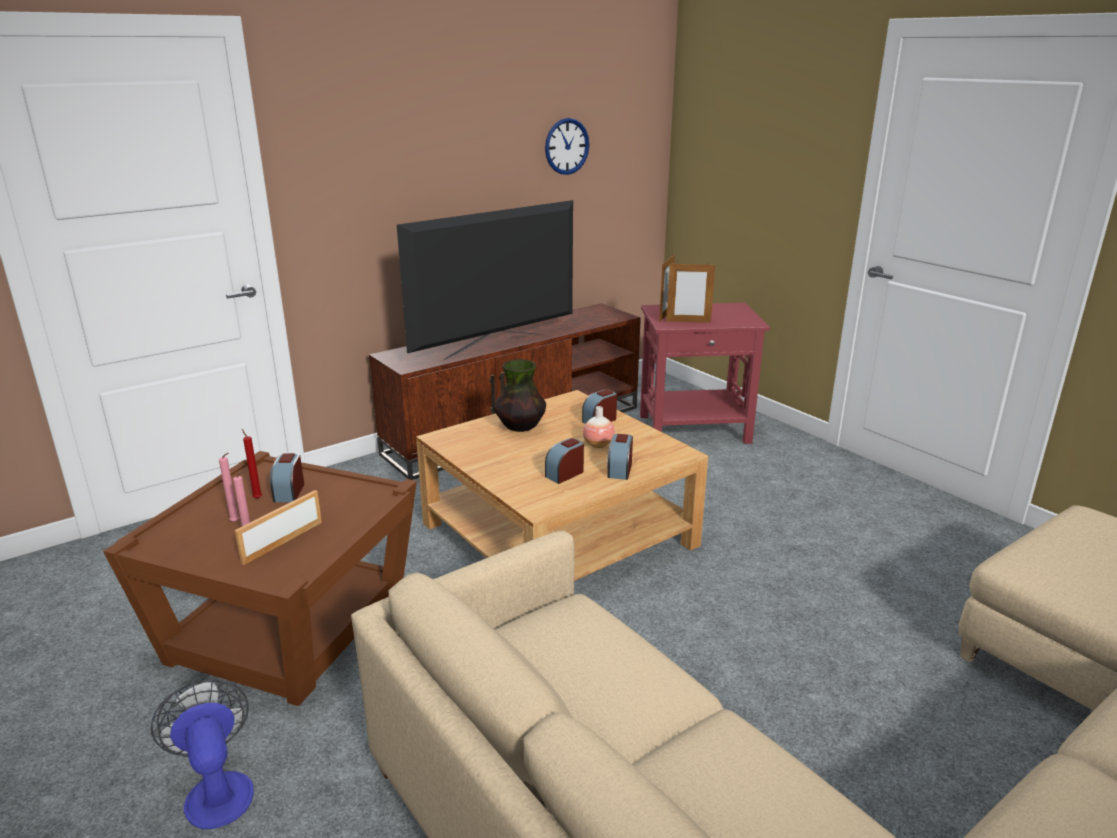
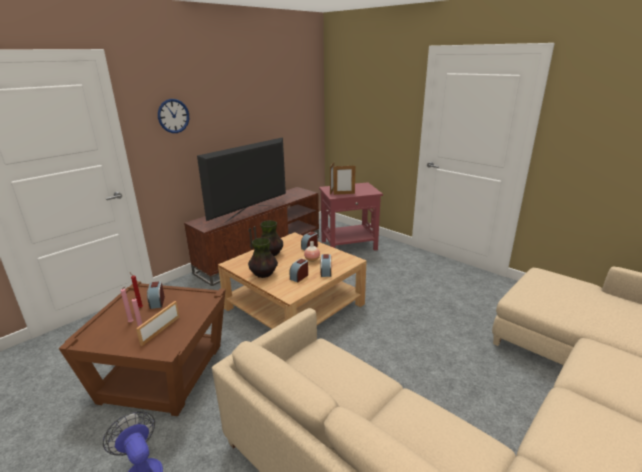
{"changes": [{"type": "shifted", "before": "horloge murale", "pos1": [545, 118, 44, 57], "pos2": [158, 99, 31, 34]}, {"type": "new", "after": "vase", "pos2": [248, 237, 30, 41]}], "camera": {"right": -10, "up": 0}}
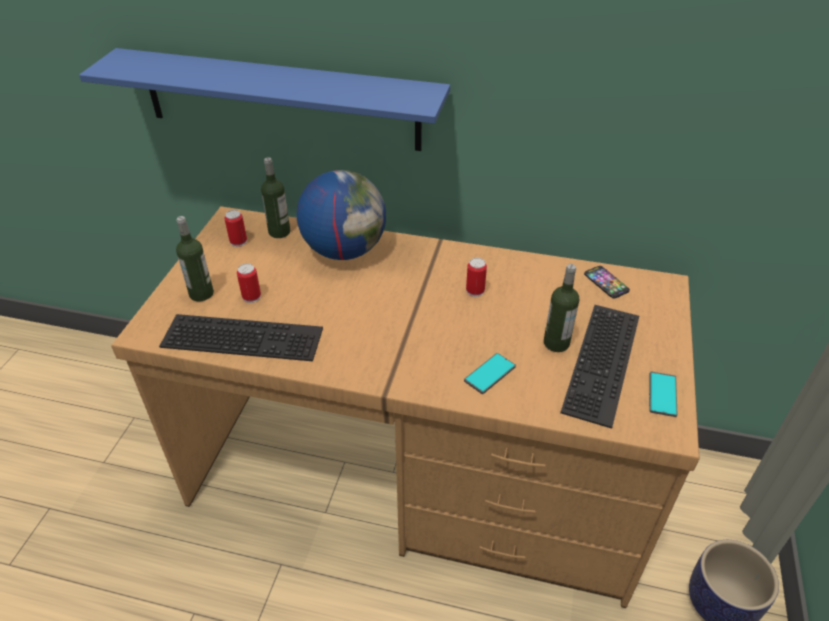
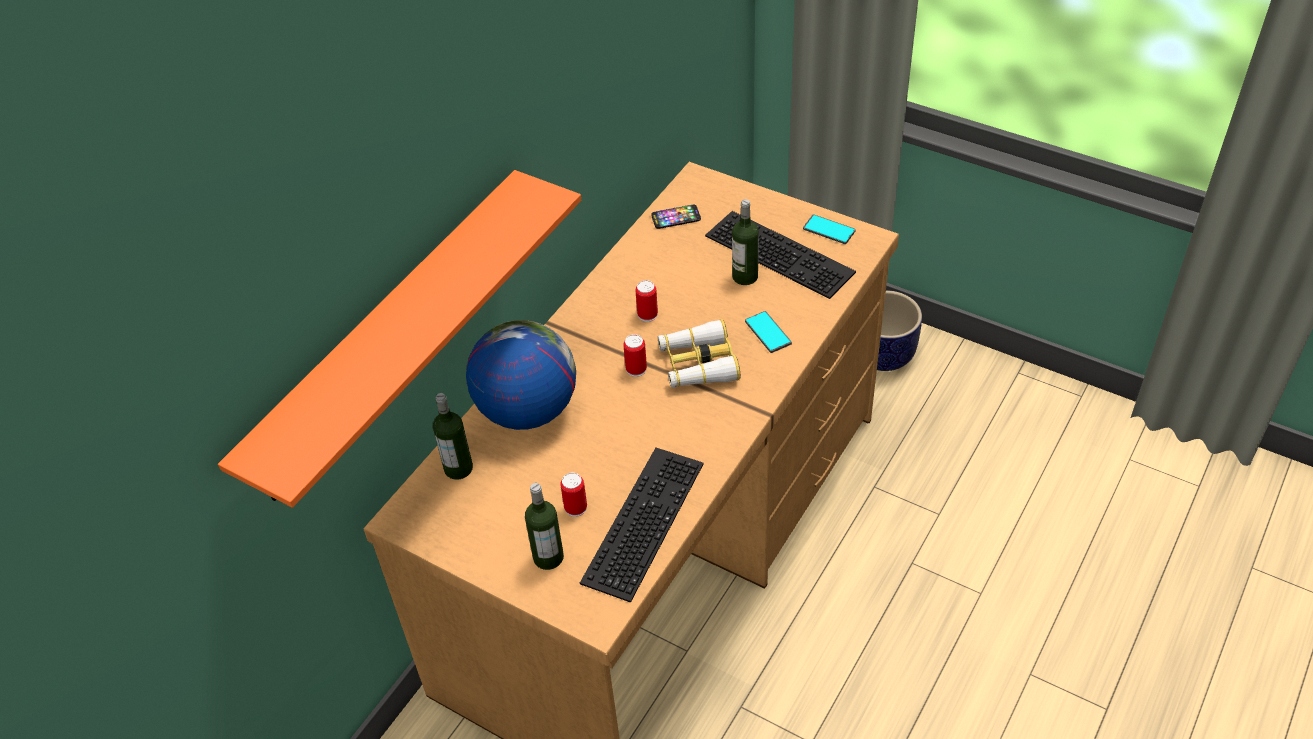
{"changes": [{"type": "repainted", "before": "étagère [bleu]", "after": "étagère [orange]", "pos1": [79, 48, 371, 103], "pos2": [218, 170, 363, 338]}, {"type": "shifted", "before": "boîte métallique", "pos1": [225, 210, 22, 37], "pos2": [623, 334, 24, 43]}, {"type": "new", "after": "jumelles", "pos2": [658, 319, 82, 69]}], "camera": {"right": -70, "up": 5}}
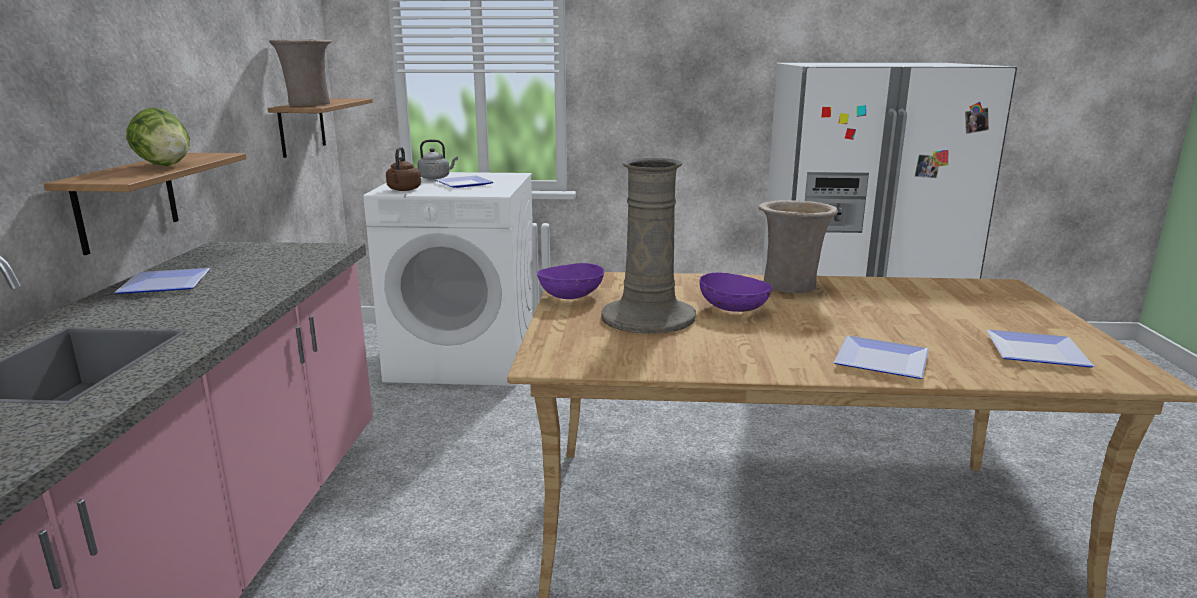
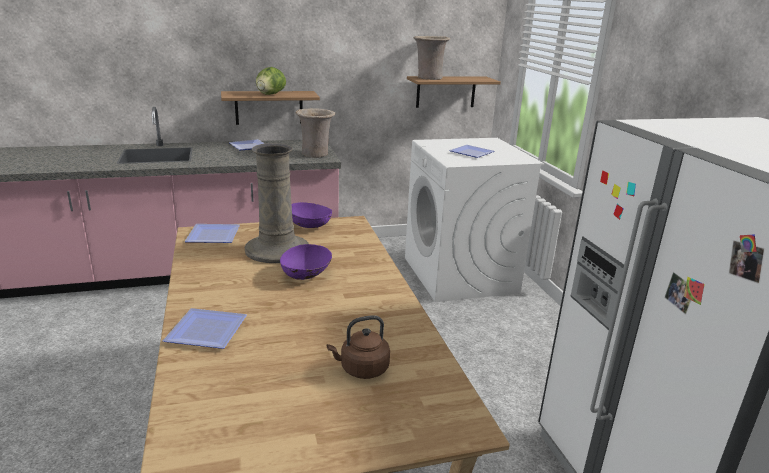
{"changes": [{"type": "gone", "before": "bouilloire [gris]", "pos1": [417, 140, 41, 40]}, {"type": "shifted", "before": "bouilloire [marron]", "pos1": [386, 147, 35, 44], "pos2": [327, 315, 63, 64]}, {"type": "shifted", "before": "vase [beige]", "pos1": [758, 200, 80, 93], "pos2": [296, 108, 39, 50]}, {"type": "shifted", "before": "assiette", "pos1": [986, 330, 108, 38], "pos2": [184, 224, 56, 19]}], "camera": {"right": 70, "up": 5}}
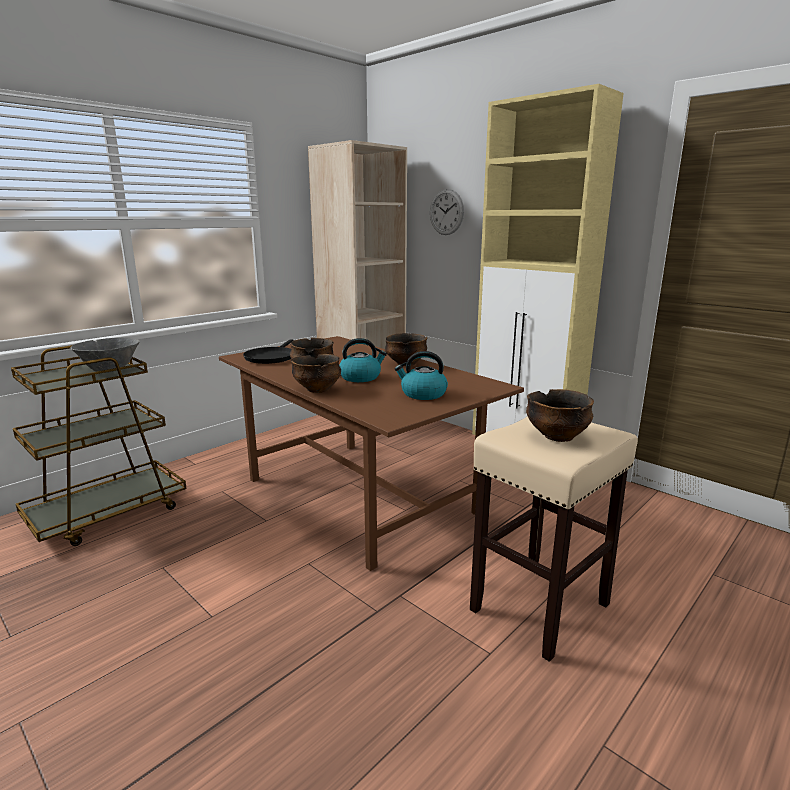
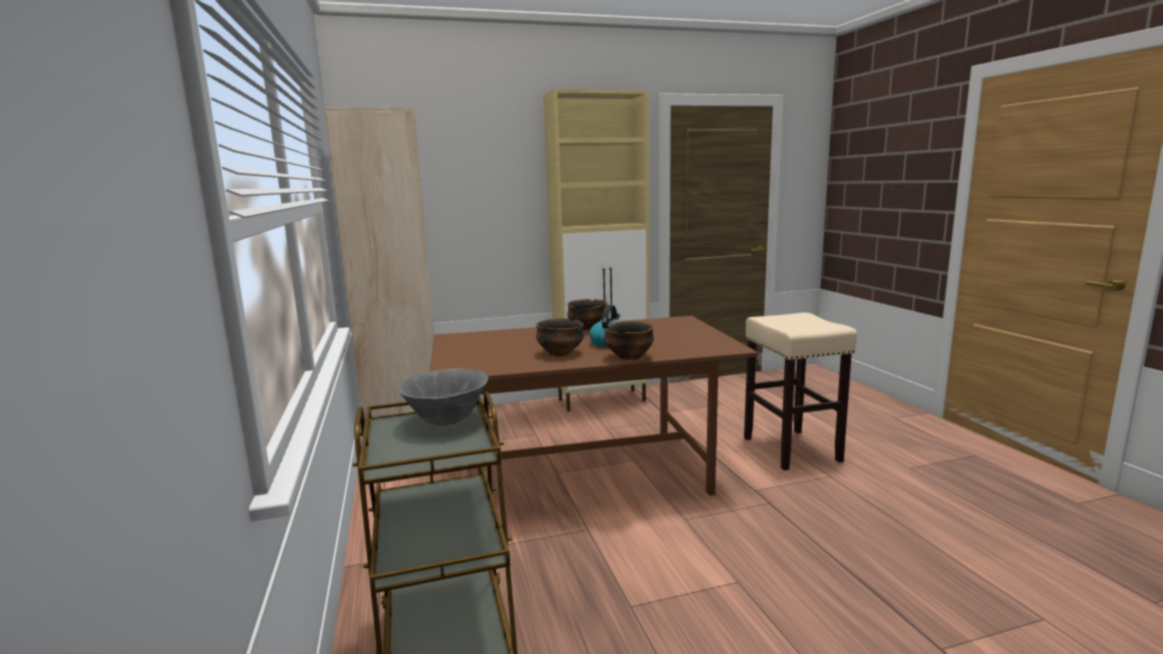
{"changes": [{"type": "gone", "before": "horloge murale", "pos1": [430, 189, 34, 46]}, {"type": "gone", "before": "poêle [noir]", "pos1": [243, 340, 51, 24]}, {"type": "gone", "before": "bouilloire", "pos1": [394, 351, 54, 49]}, {"type": "gone", "before": "bol", "pos1": [526, 389, 68, 53]}], "camera": {"right": -60, "up": -5}}
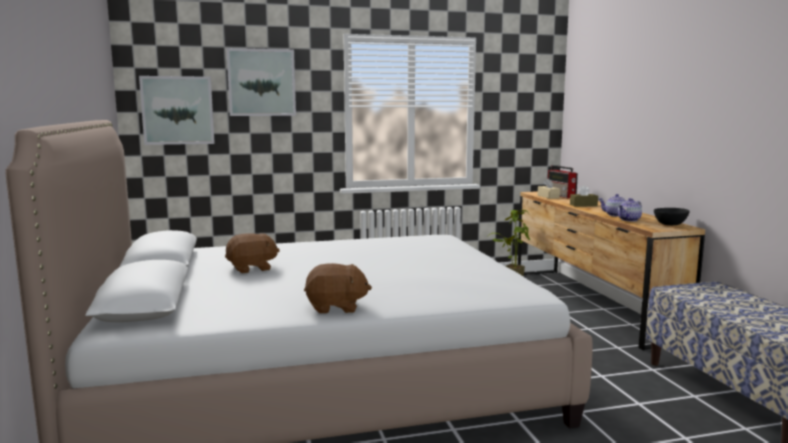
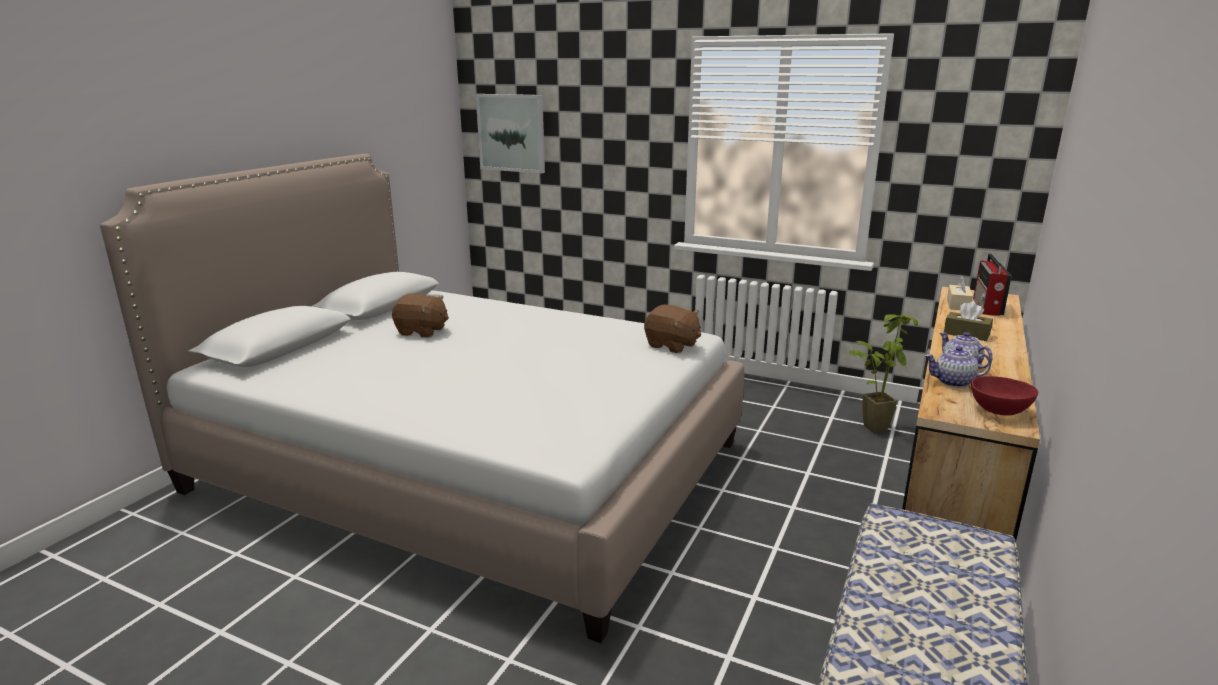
{"changes": [{"type": "gone", "before": "tableau", "pos1": [226, 48, 70, 68]}, {"type": "repainted", "before": "bol [noir]", "after": "bol [rouge]", "pos1": [654, 208, 36, 17], "pos2": [971, 376, 67, 40]}, {"type": "shifted", "before": "peluche [marron]", "pos1": [304, 263, 68, 51], "pos2": [644, 305, 57, 48]}], "camera": {"right": 40, "up": 10}}
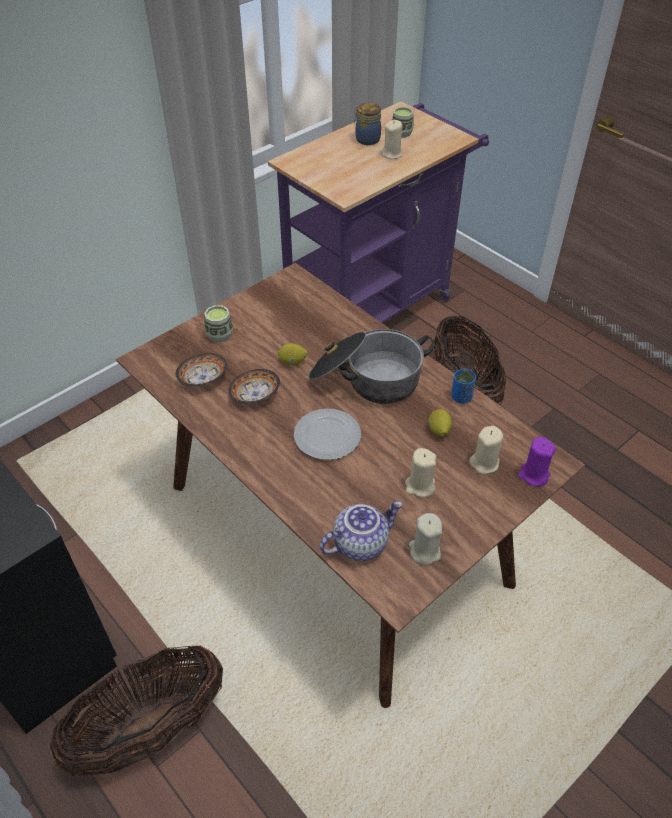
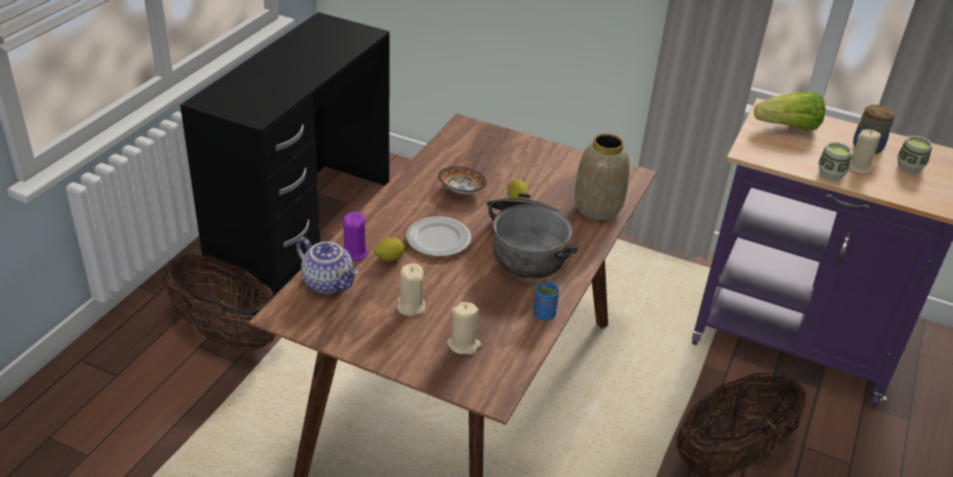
{"changes": [{"type": "shifted", "before": "tasse", "pos1": [204, 305, 29, 37], "pos2": [819, 142, 33, 38]}, {"type": "gone", "before": "bol", "pos1": [176, 353, 51, 33]}, {"type": "shifted", "before": "citron", "pos1": [428, 409, 24, 27], "pos2": [374, 238, 31, 23]}, {"type": "shifted", "before": "bougie [violet]", "pos1": [518, 437, 38, 50], "pos2": [343, 212, 25, 49]}, {"type": "gone", "before": "bougie [beige]", "pos1": [409, 513, 33, 52]}, {"type": "new", "after": "laitue", "pos2": [754, 91, 71, 39]}, {"type": "new", "after": "vase", "pos2": [574, 133, 56, 87]}], "camera": {"right": 65, "up": -10}}
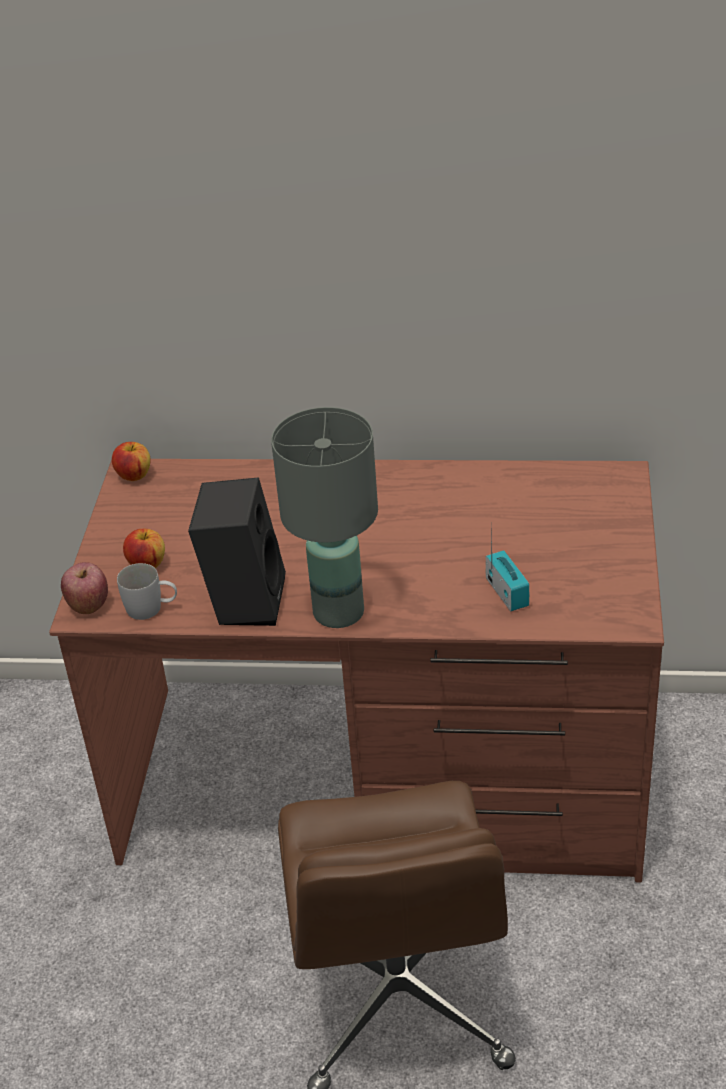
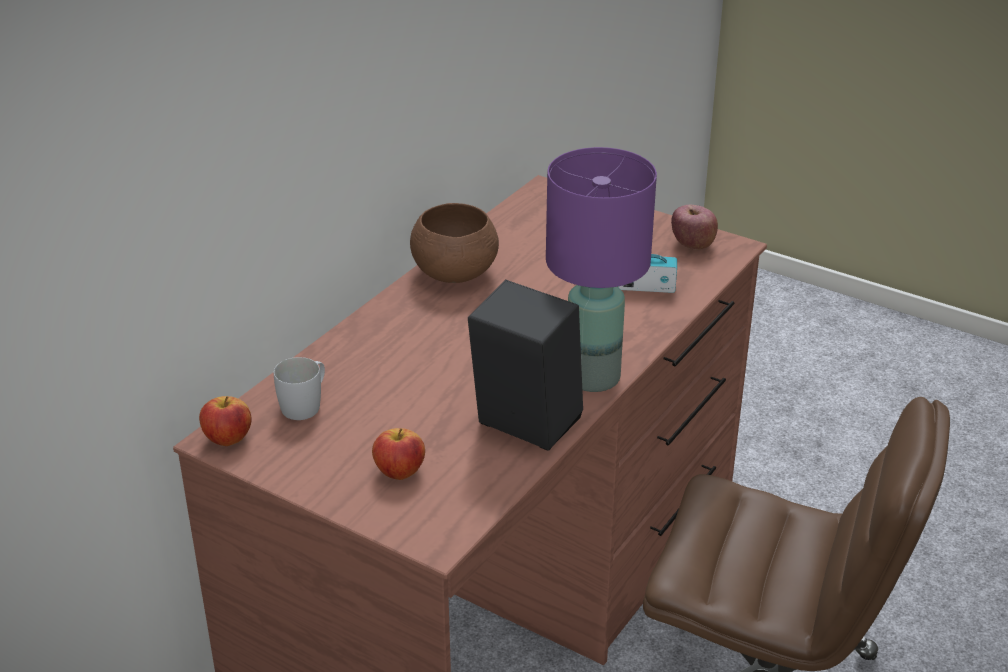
{"changes": [{"type": "repainted", "before": "lampe de table [gris]", "after": "lampe de table [violet]", "pos1": [271, 407, 107, 221], "pos2": [546, 147, 111, 245]}, {"type": "shifted", "before": "pomme", "pos1": [61, 562, 47, 52], "pos2": [671, 205, 47, 45]}, {"type": "shifted", "before": "mug [blanc]", "pos1": [117, 563, 60, 57], "pos2": [274, 357, 51, 63]}, {"type": "new", "after": "bol [marron]", "pos2": [410, 203, 89, 80]}], "camera": {"right": -65, "up": -5}}
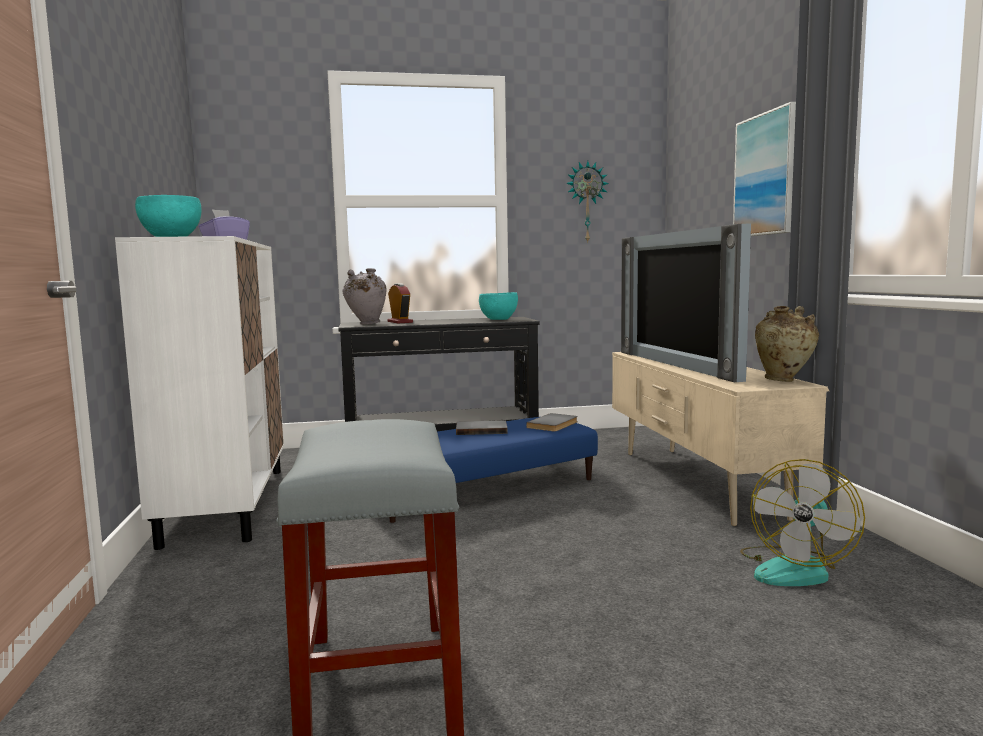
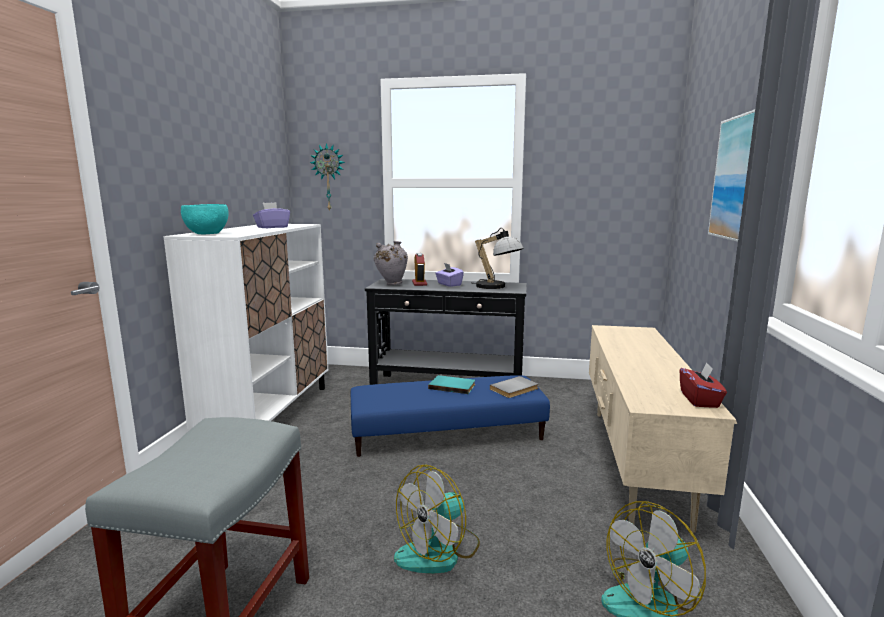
{"changes": [{"type": "shifted", "before": "horloge murale", "pos1": [566, 161, 43, 82], "pos2": [310, 143, 35, 69]}, {"type": "gone", "before": "téléviseur", "pos1": [621, 224, 130, 158]}, {"type": "swapped", "before": "bol [turquoise]", "after": "lampe de table", "pos1": [479, 292, 39, 28], "pos2": [473, 228, 51, 61]}, {"type": "swapped", "before": "vase [beige]", "after": "boîte à mouchoirs [rouge]", "pos1": [755, 306, 64, 76], "pos2": [680, 362, 47, 46]}, {"type": "repainted", "before": "livre [gris]", "after": "livre [turquoise]", "pos1": [456, 420, 51, 15], "pos2": [428, 375, 47, 19]}, {"type": "new", "after": "boîte à mouchoirs [violet]", "pos2": [435, 263, 29, 24]}, {"type": "new", "after": "ventilateur", "pos2": [394, 464, 86, 110]}], "camera": {"right": 20, "up": 5}}
